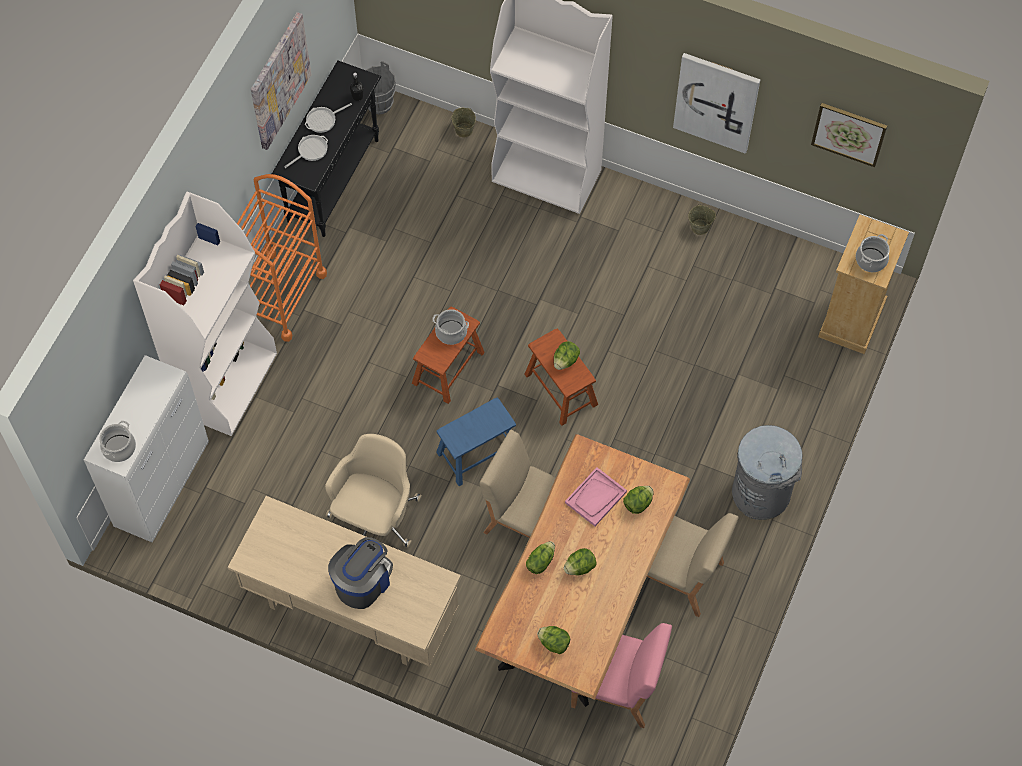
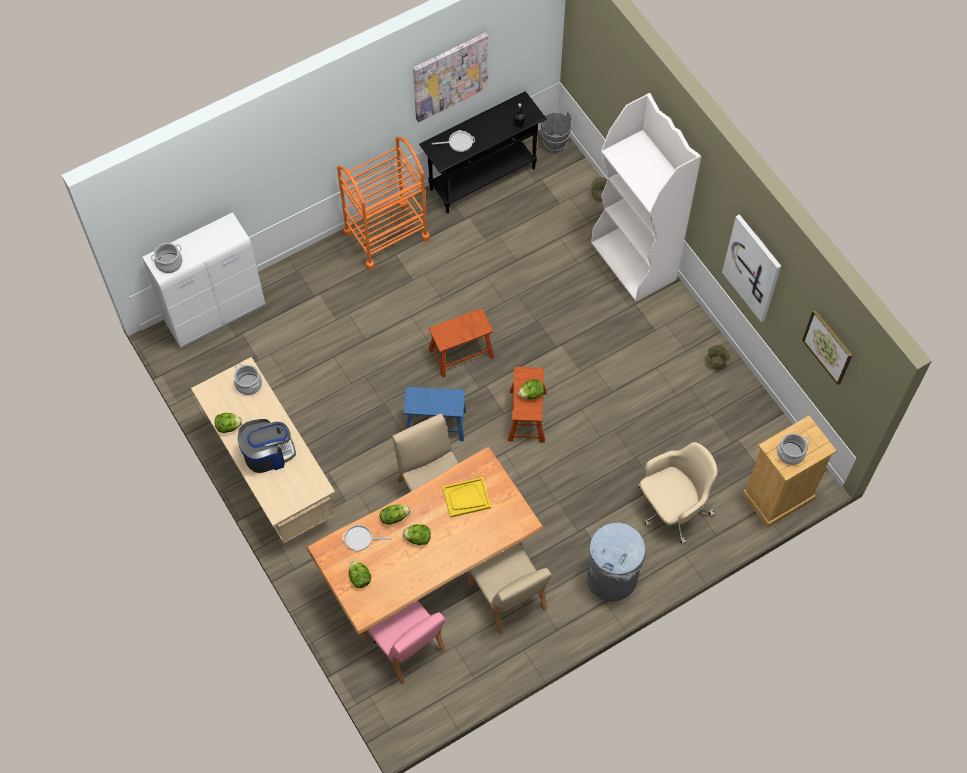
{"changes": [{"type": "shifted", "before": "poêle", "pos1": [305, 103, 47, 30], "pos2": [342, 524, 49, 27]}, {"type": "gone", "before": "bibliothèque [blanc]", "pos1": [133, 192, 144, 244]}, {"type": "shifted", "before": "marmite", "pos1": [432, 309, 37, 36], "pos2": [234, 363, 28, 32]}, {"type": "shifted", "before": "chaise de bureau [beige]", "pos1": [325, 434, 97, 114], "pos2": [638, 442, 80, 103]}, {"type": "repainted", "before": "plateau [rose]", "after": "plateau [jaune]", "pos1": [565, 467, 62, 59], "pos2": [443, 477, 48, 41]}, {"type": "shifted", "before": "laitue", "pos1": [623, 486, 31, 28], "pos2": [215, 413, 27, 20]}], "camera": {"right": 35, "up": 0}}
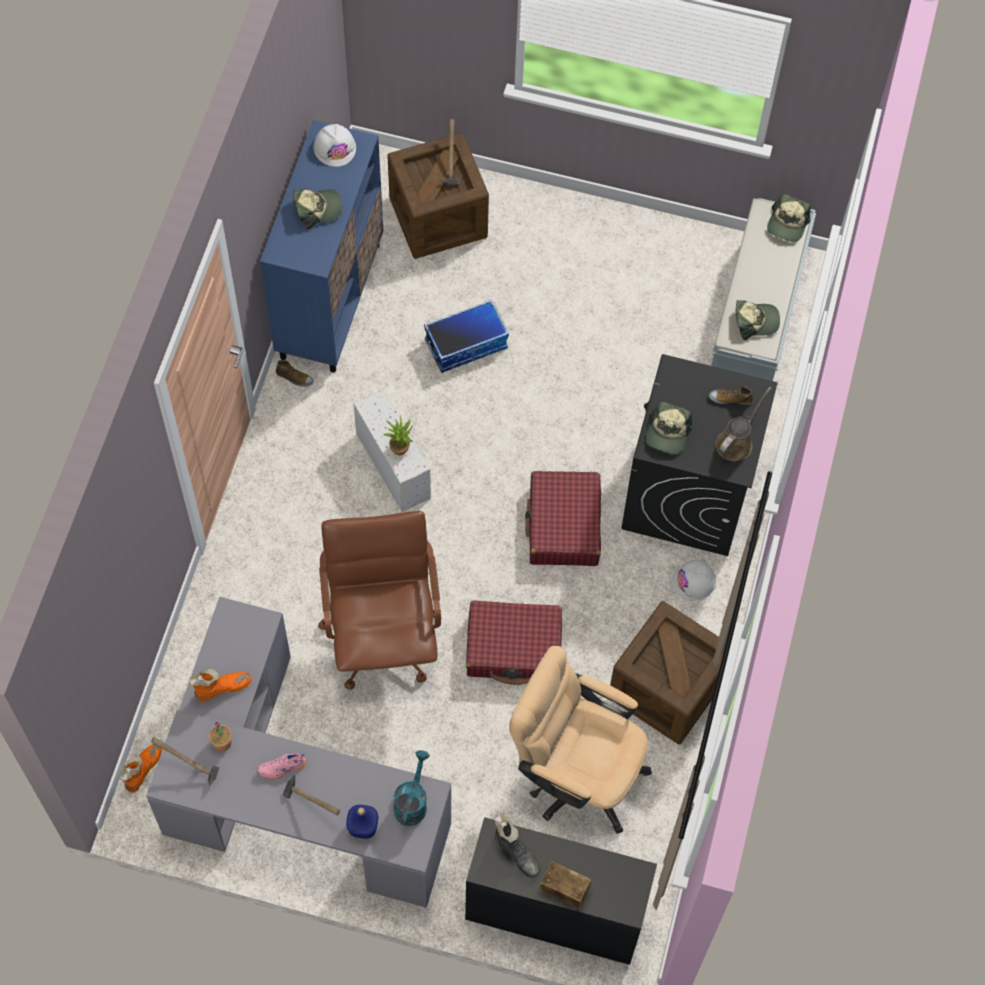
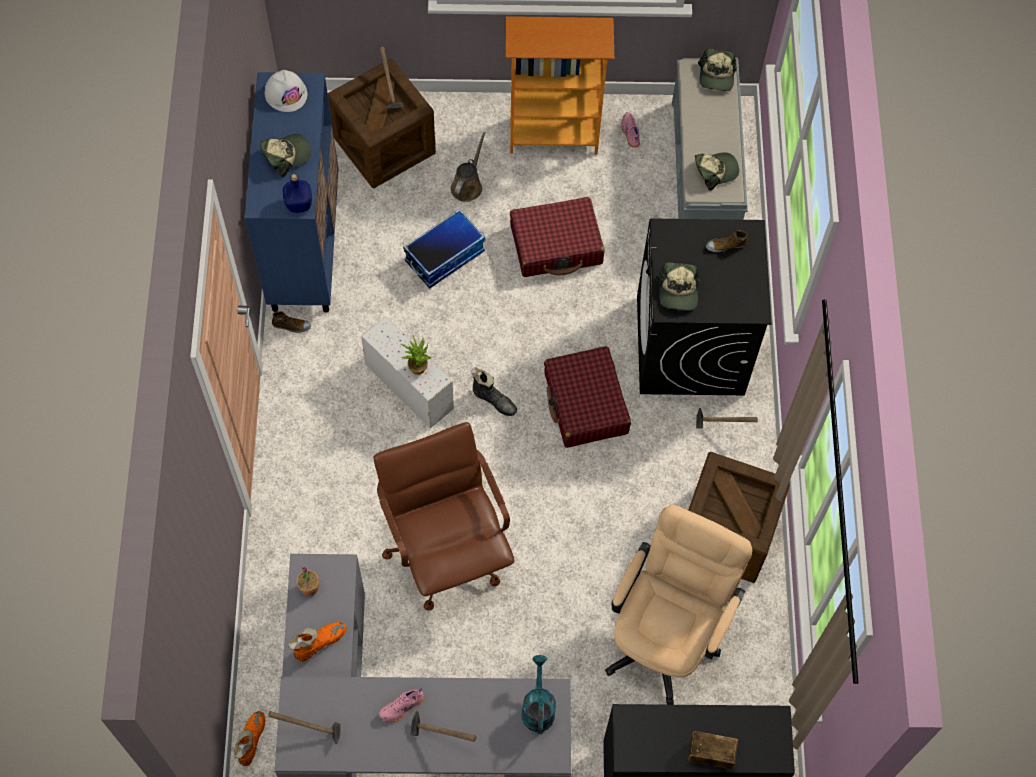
{"changes": [{"type": "shifted", "before": "arrosoir [marron]", "pos1": [716, 387, 55, 74], "pos2": [451, 132, 35, 70]}, {"type": "swapped", "before": "casque de chantier [blanc]", "after": "marteau", "pos1": [671, 560, 45, 41], "pos2": [696, 408, 62, 21]}, {"type": "shifted", "before": "valise [rouge]", "pos1": [466, 600, 96, 85], "pos2": [510, 197, 95, 80]}, {"type": "rotated", "before": "chaise de bureau [beige]", "pos1": [509, 646, 143, 188], "pos2": [605, 504, 147, 201], "turn": 105}, {"type": "shifted", "before": "plante en pot", "pos1": [209, 722, 23, 30], "pos2": [297, 567, 22, 29]}, {"type": "shifted", "before": "bouteille [bleu]", "pos1": [346, 805, 32, 34], "pos2": [283, 174, 29, 39]}, {"type": "shifted", "before": "botte [noir]", "pos1": [495, 815, 45, 63], "pos2": [471, 367, 46, 49]}, {"type": "new", "after": "bibliothèque", "pos2": [506, 16, 108, 139]}, {"type": "new", "after": "chaussure [rose]", "pos2": [621, 112, 19, 36]}], "camera": {"right": -15, "up": 0}}
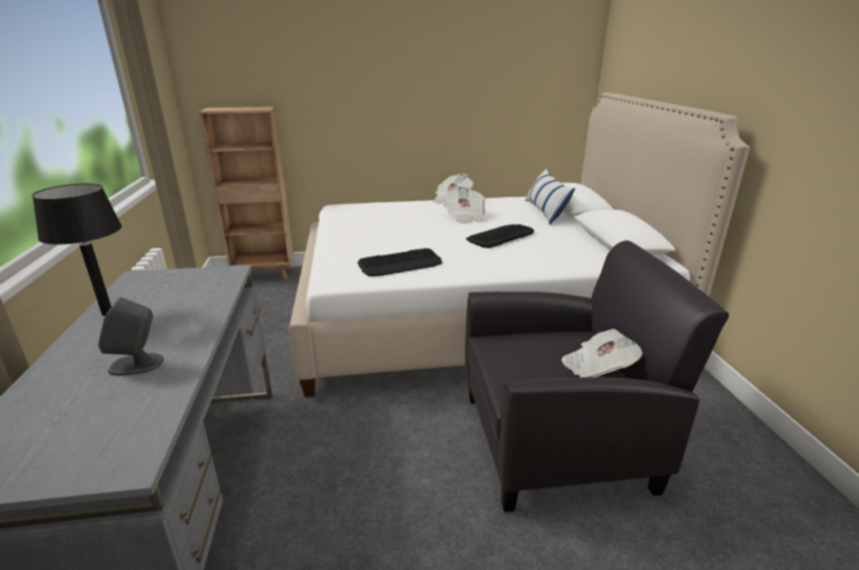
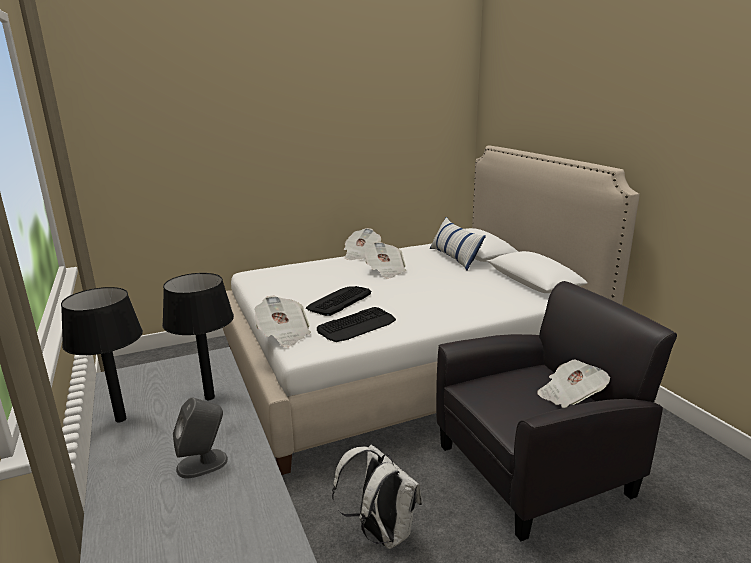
{"changes": [{"type": "gone", "before": "bibliothèque [marron]", "pos1": [199, 107, 95, 174]}, {"type": "shifted", "before": "clavier", "pos1": [466, 224, 68, 24], "pos2": [306, 286, 65, 30]}, {"type": "new", "after": "lampe de table [noir]", "pos2": [162, 273, 72, 127]}, {"type": "new", "after": "journal", "pos2": [254, 296, 57, 51]}, {"type": "new", "after": "sac à dos [blanc]", "pos2": [332, 445, 90, 104]}], "camera": {"right": -15, "up": -5}}
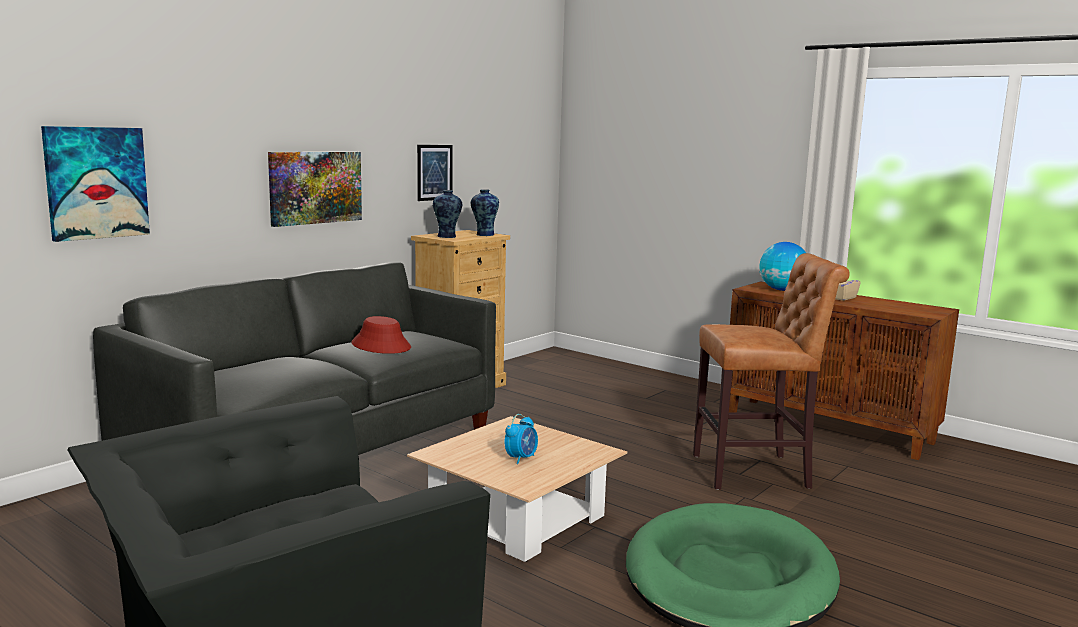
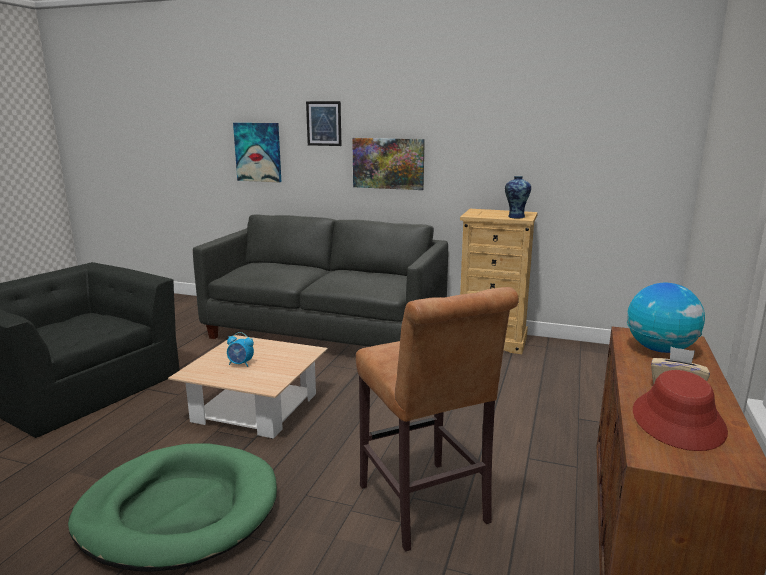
{"changes": [{"type": "shifted", "before": "tableau", "pos1": [417, 145, 36, 56], "pos2": [306, 101, 35, 45]}, {"type": "gone", "before": "vase", "pos1": [433, 190, 29, 48]}, {"type": "shifted", "before": "chapeau [rouge]", "pos1": [351, 316, 60, 38], "pos2": [633, 370, 95, 81]}], "camera": {"right": 70, "up": 5}}
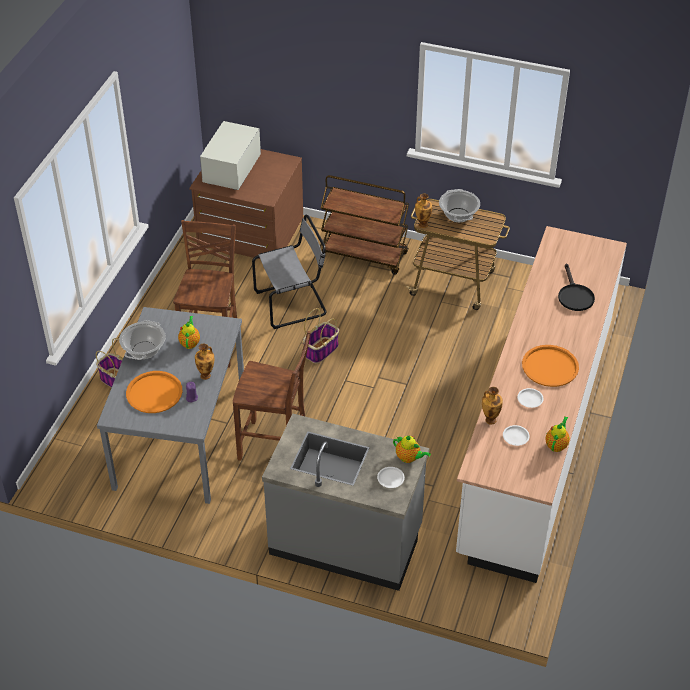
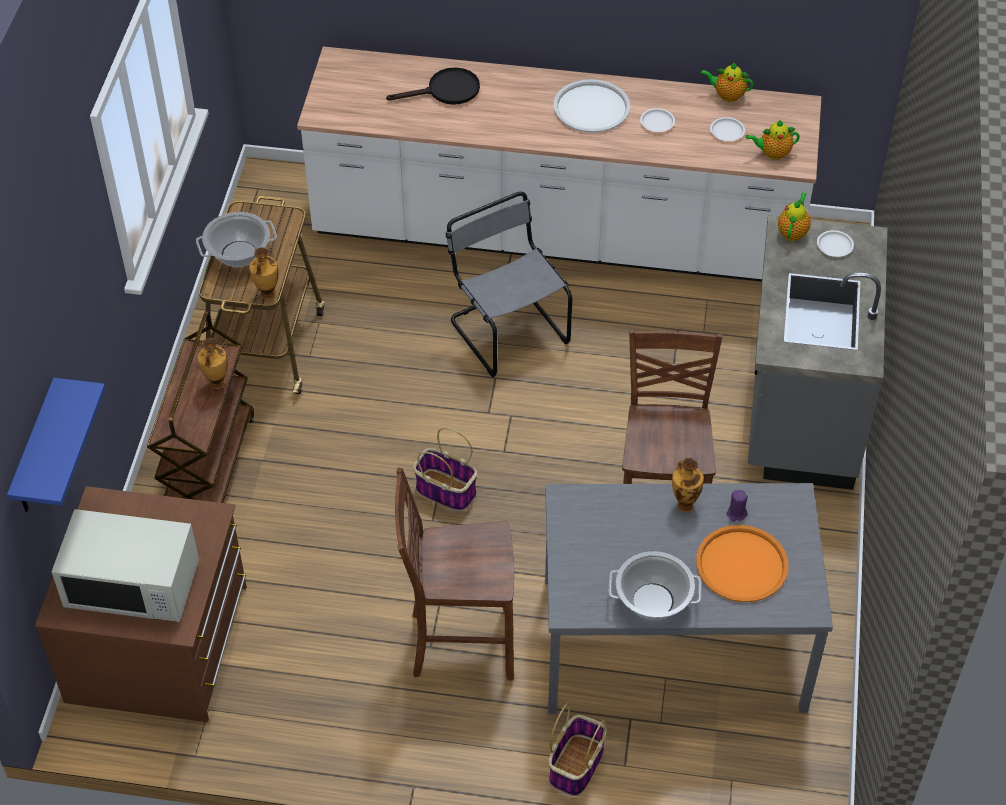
{"changes": [{"type": "shifted", "before": "chaise [gris]", "pos1": [252, 215, 75, 114], "pos2": [446, 192, 126, 185]}, {"type": "shifted", "before": "théière", "pos1": [178, 316, 22, 33], "pos2": [745, 120, 55, 40]}, {"type": "repainted", "before": "plateau [orange]", "after": "plateau [blanc]", "pos1": [522, 345, 57, 42], "pos2": [554, 79, 76, 54]}, {"type": "shifted", "before": "vase", "pos1": [482, 387, 21, 38], "pos2": [197, 338, 31, 51]}, {"type": "new", "after": "étagère [bleu]", "pos2": [7, 378, 98, 134]}], "camera": {"right": -100, "up": 5}}
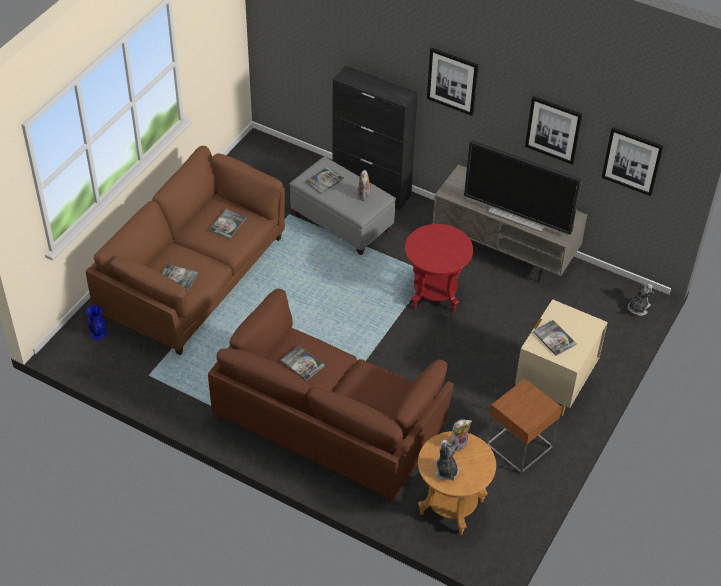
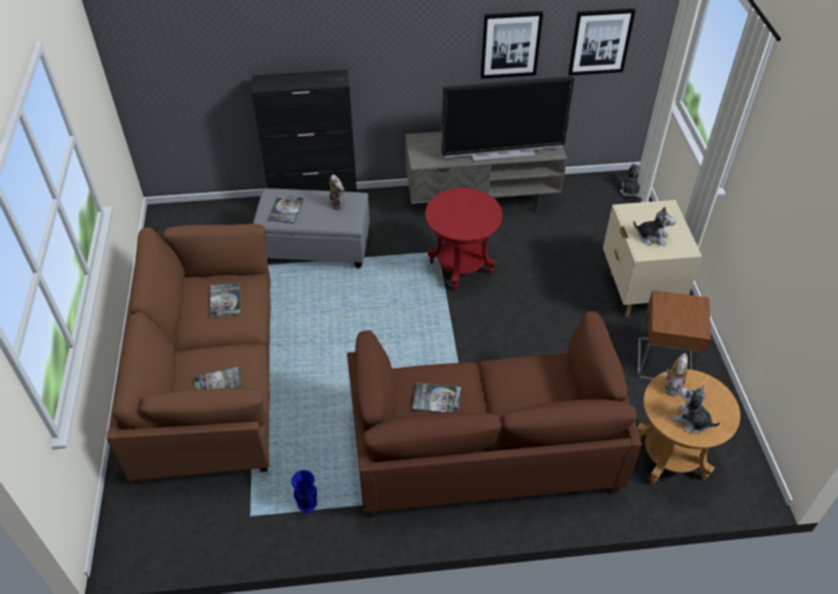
{"changes": [{"type": "gone", "before": "tableau", "pos1": [427, 48, 51, 68]}, {"type": "shifted", "before": "vase [bleu]", "pos1": [86, 305, 21, 35], "pos2": [291, 470, 26, 44]}, {"type": "swapped", "before": "livre", "after": "peluche", "pos1": [533, 320, 44, 36], "pos2": [633, 207, 43, 39]}], "camera": {"right": -35, "up": 0}}
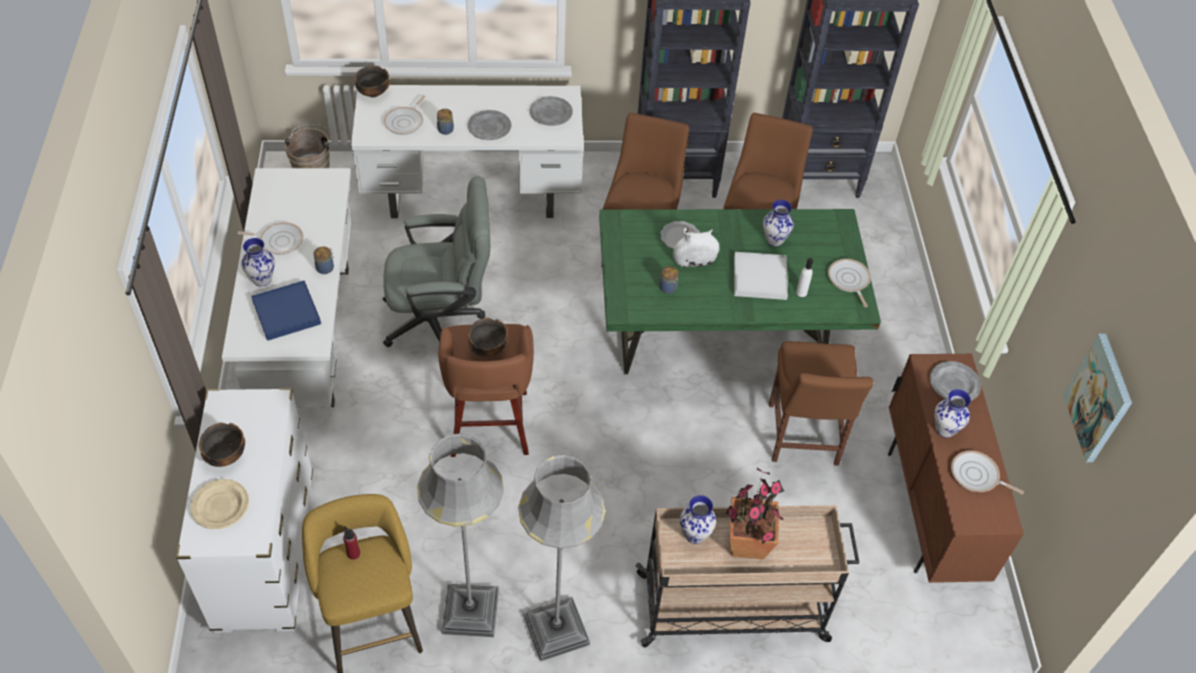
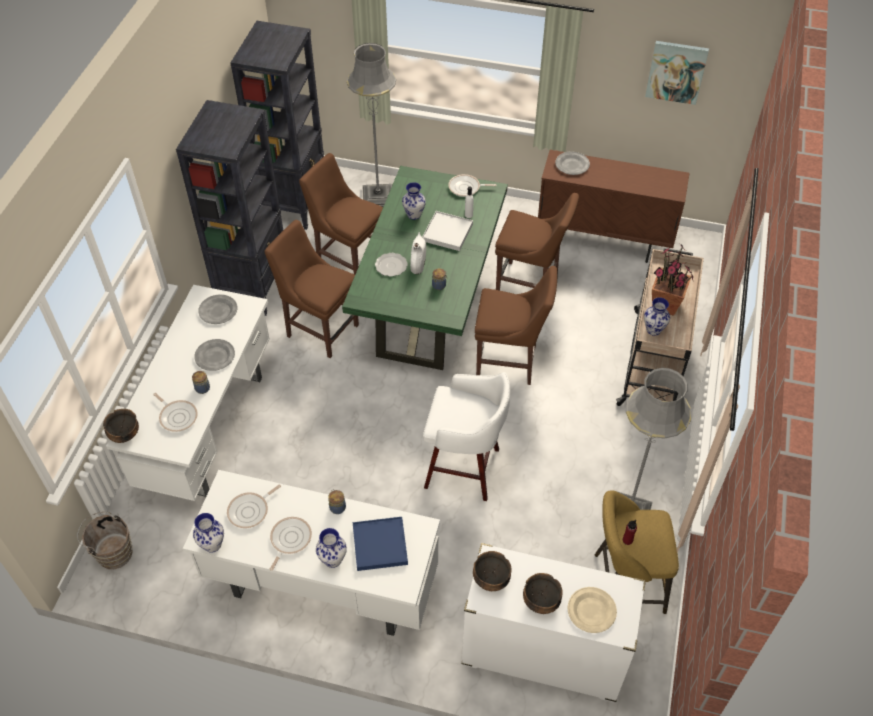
{"changes": [{"type": "gone", "before": "chaise de bureau [gris]", "pos1": [383, 176, 107, 171]}, {"type": "shifted", "before": "bol", "pos1": [468, 318, 40, 39], "pos2": [473, 551, 38, 40]}, {"type": "repainted", "before": "tabouret [marron]", "after": "tabouret [blanc]", "pos1": [438, 324, 96, 133], "pos2": [423, 372, 88, 129]}, {"type": "shifted", "before": "vase", "pos1": [934, 389, 37, 49], "pos2": [193, 513, 31, 40]}, {"type": "shifted", "before": "poêle", "pos1": [951, 451, 73, 43], "pos2": [227, 484, 54, 44]}, {"type": "shifted", "before": "lampadaire [gris]", "pos1": [518, 454, 87, 207], "pos2": [347, 43, 49, 164]}, {"type": "new", "after": "chaise [marron]", "pos2": [475, 266, 83, 119]}], "camera": {"right": -70, "up": 0}}
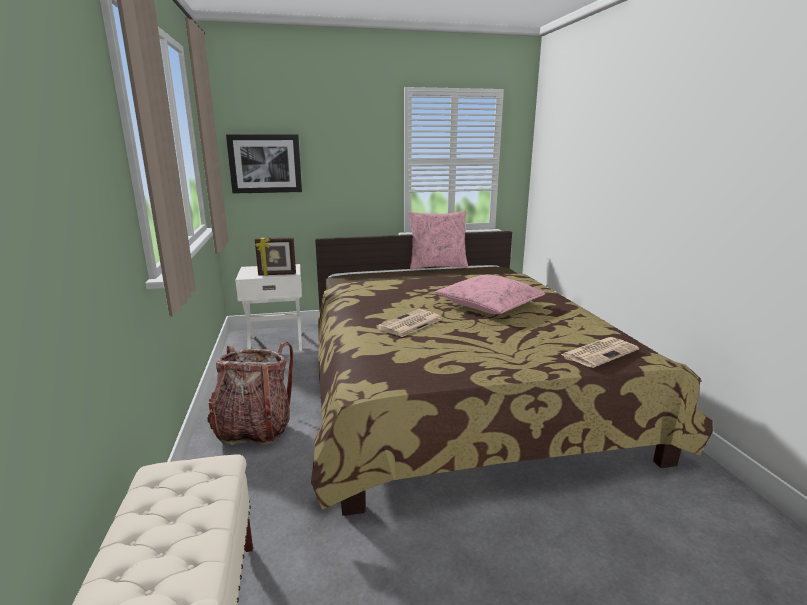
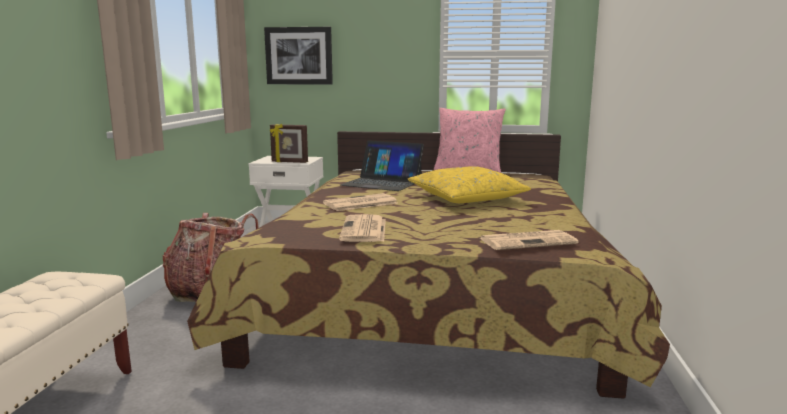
{"changes": [{"type": "repainted", "before": "coussin [rose]", "after": "coussin [jaune]", "pos1": [435, 275, 110, 39], "pos2": [408, 166, 123, 37]}, {"type": "new", "after": "ordinateur portable", "pos2": [340, 140, 84, 51]}, {"type": "new", "after": "journal", "pos2": [339, 214, 47, 28]}], "camera": {"right": 20, "up": -5}}
